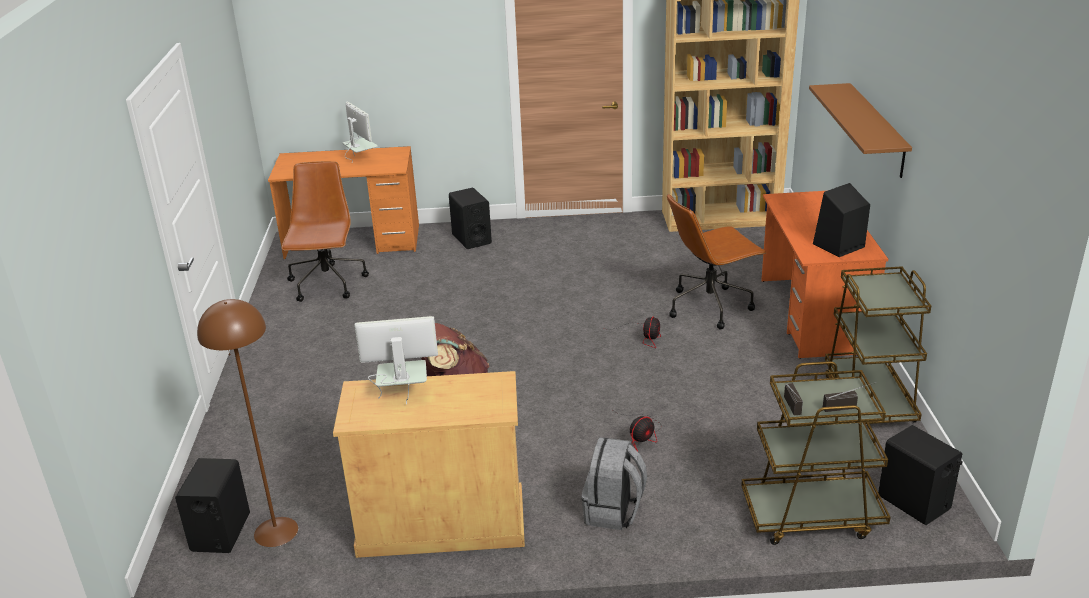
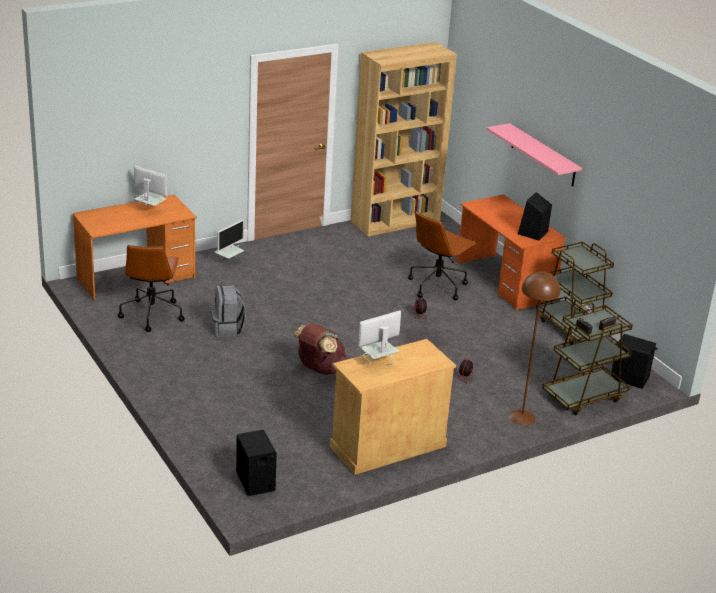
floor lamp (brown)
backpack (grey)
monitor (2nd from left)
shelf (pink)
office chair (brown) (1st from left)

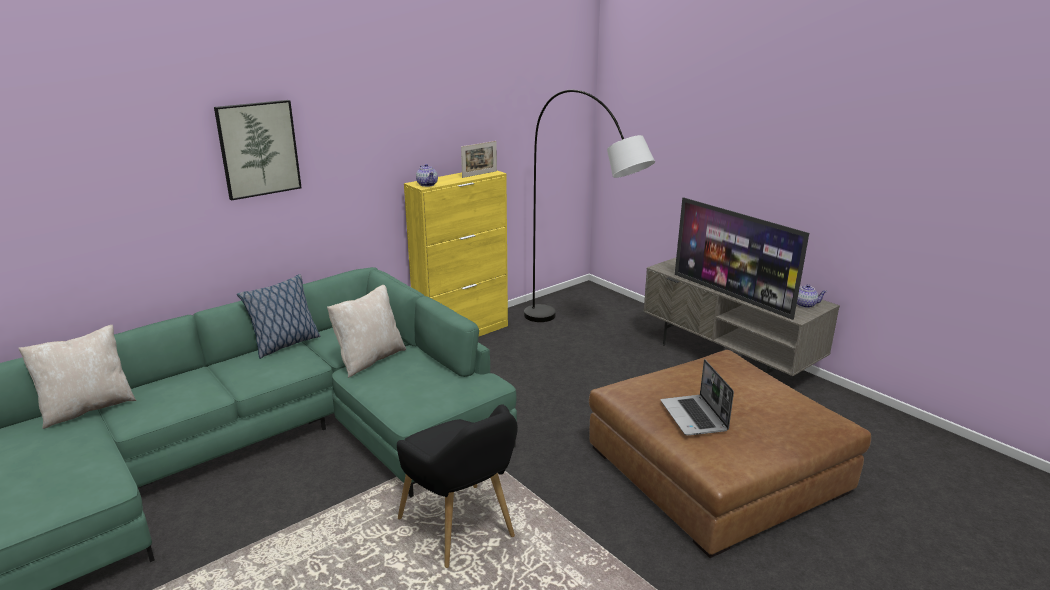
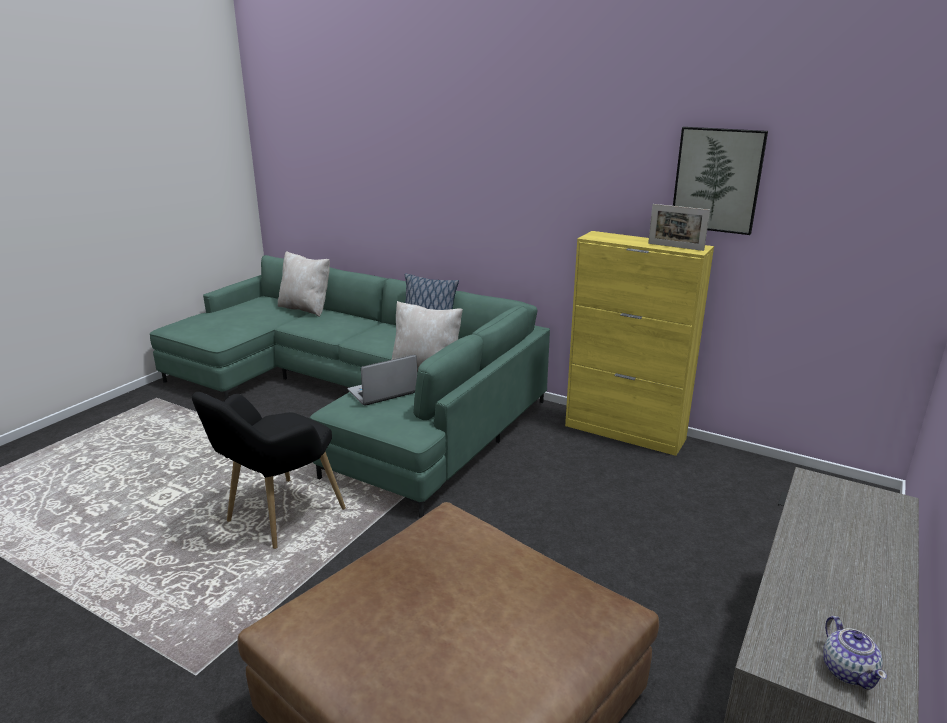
teapot (1st from left in the first image)
floor lamp (grey)
television
picture
laptop

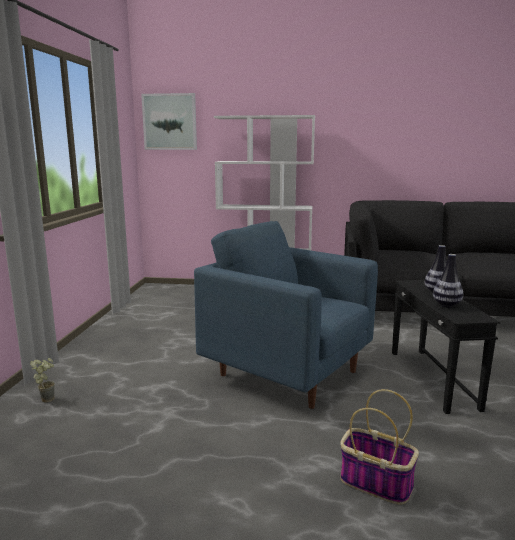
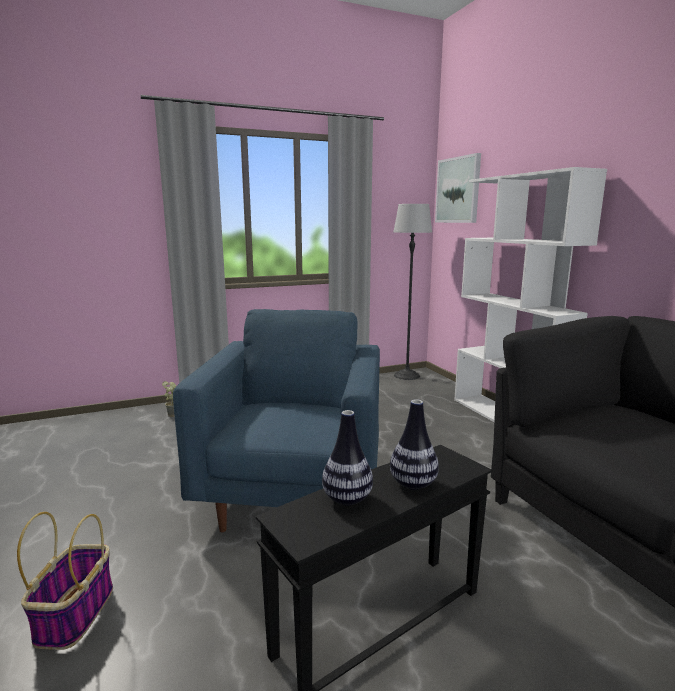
floor lamp

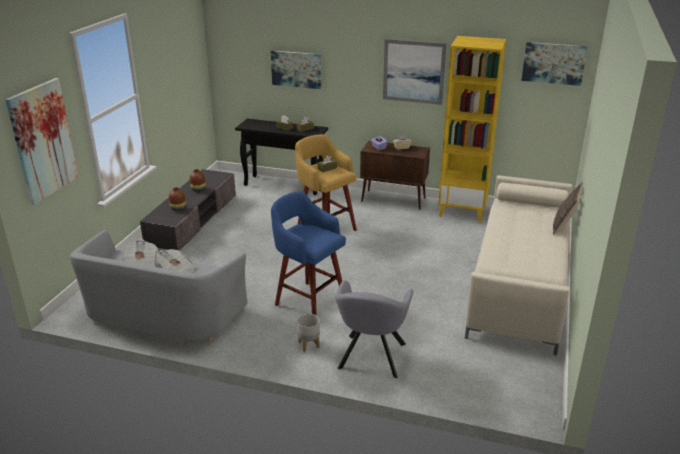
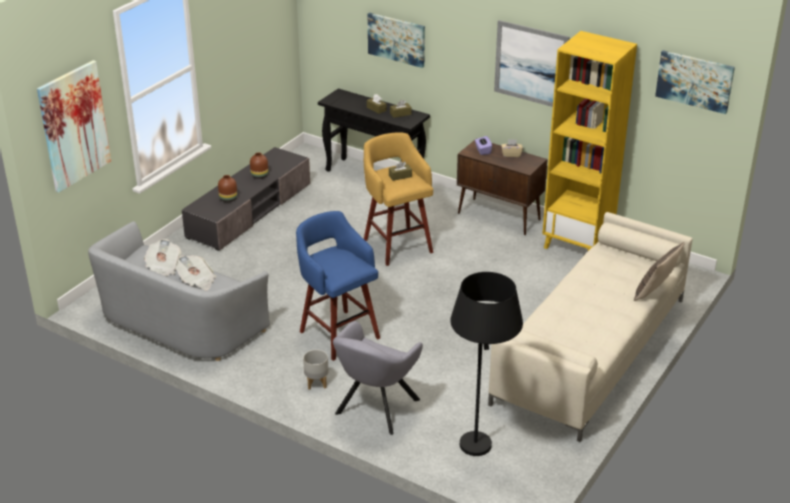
floor lamp (black)

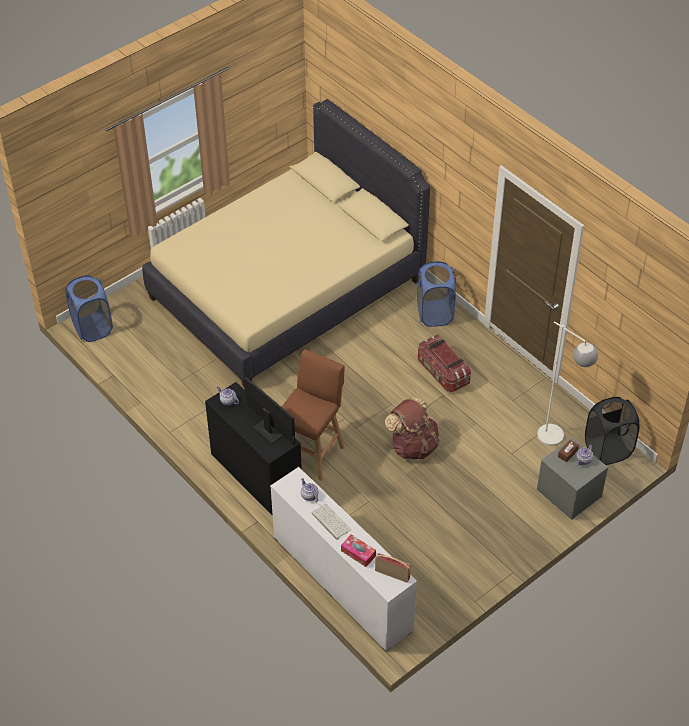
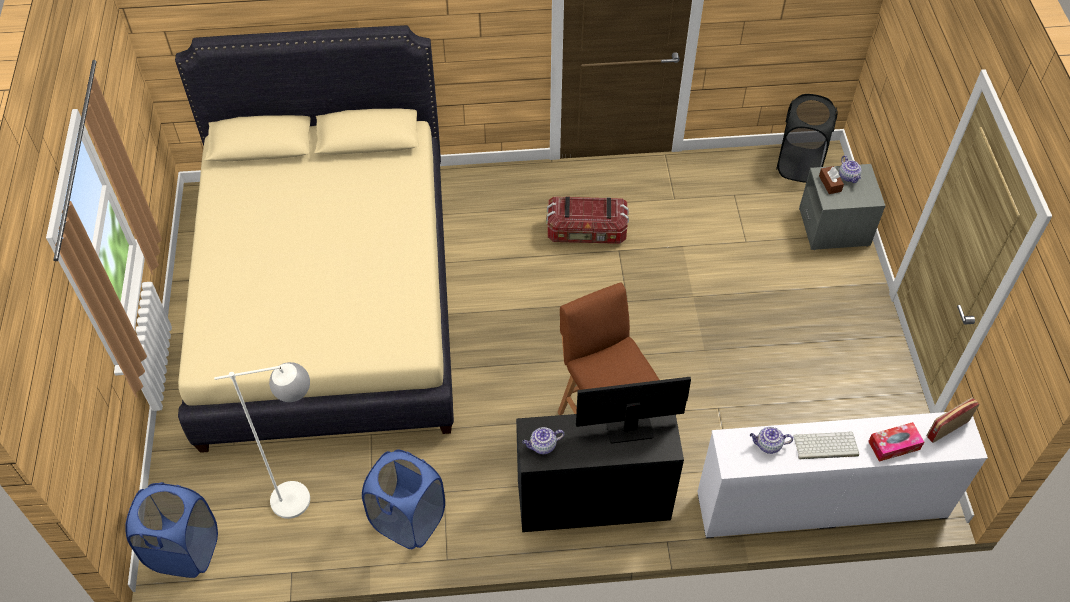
backpack (brown)
laundry basket (blue) (2nd from left)
floor lamp (white)

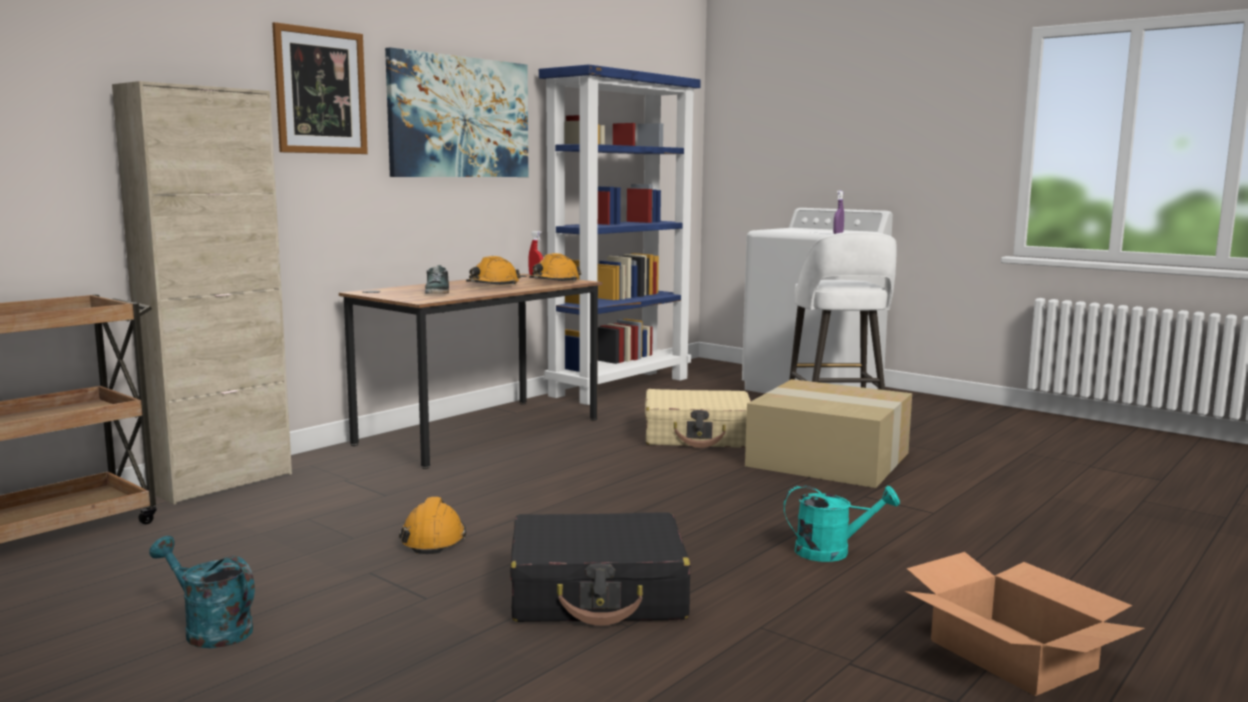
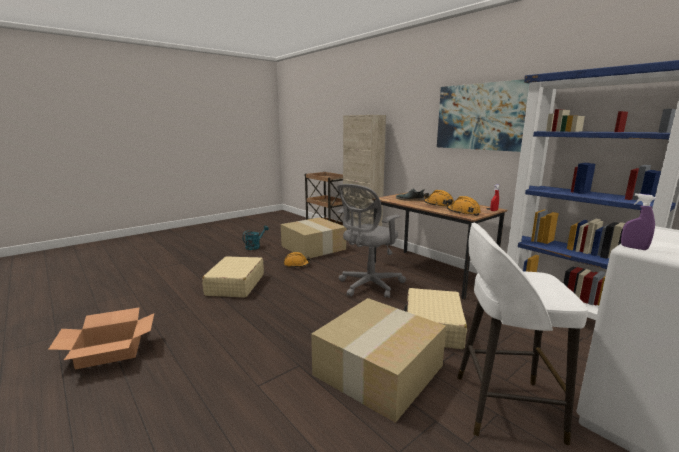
picture (1st from left in the first image)
watering can (turquoise) (2nd from left in the first image)
cardboard box (2nd from left)
office chair (grey)
suitcase (beige) (1st from left)

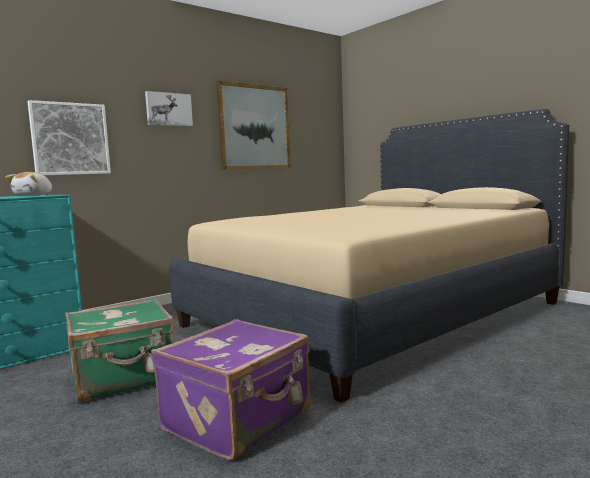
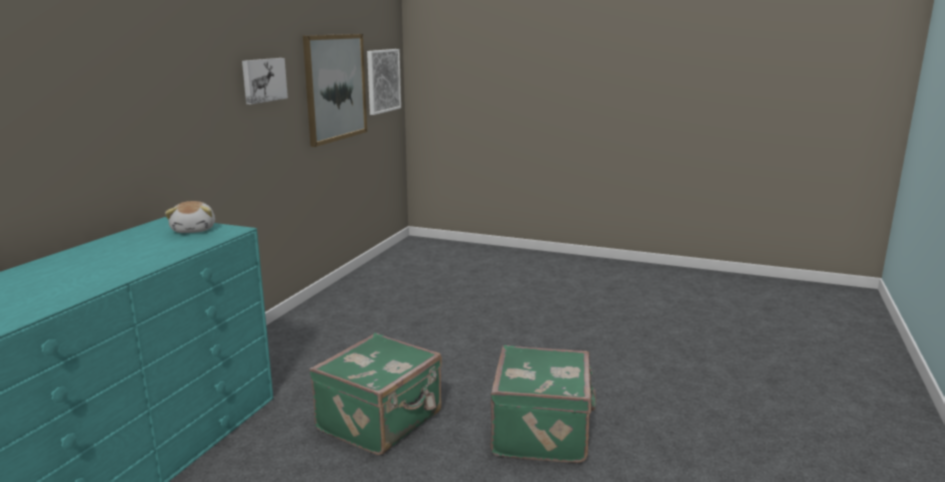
bed (beige)
picture (3rd from left)
suitcase (green) (2nd from left)

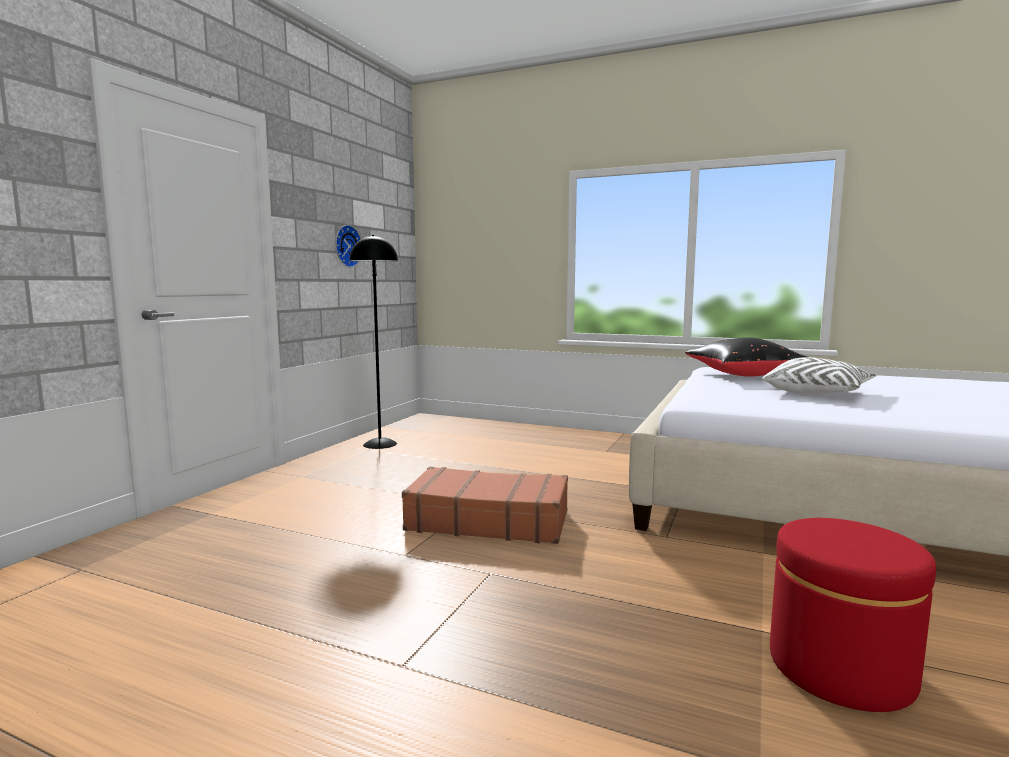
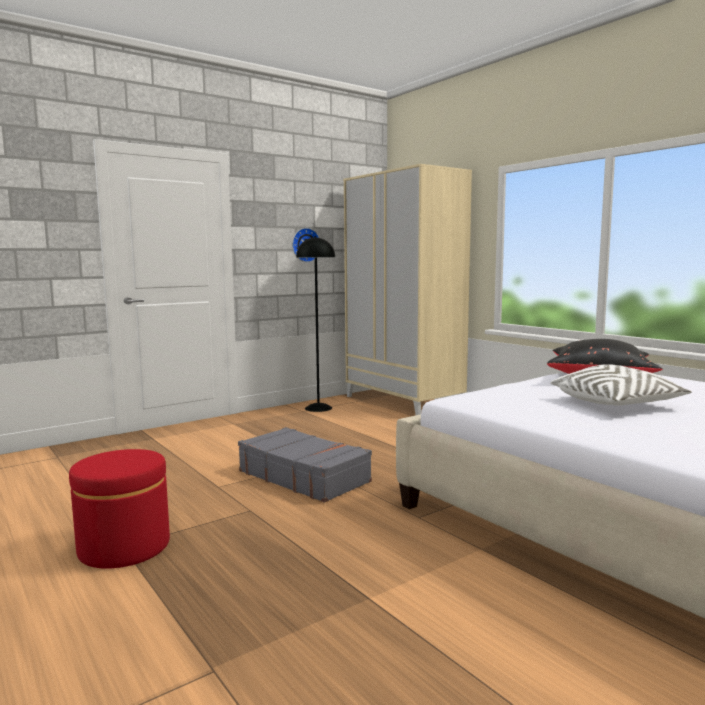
wardrobe (beige)
ottoman (red)
suitcase (grey)

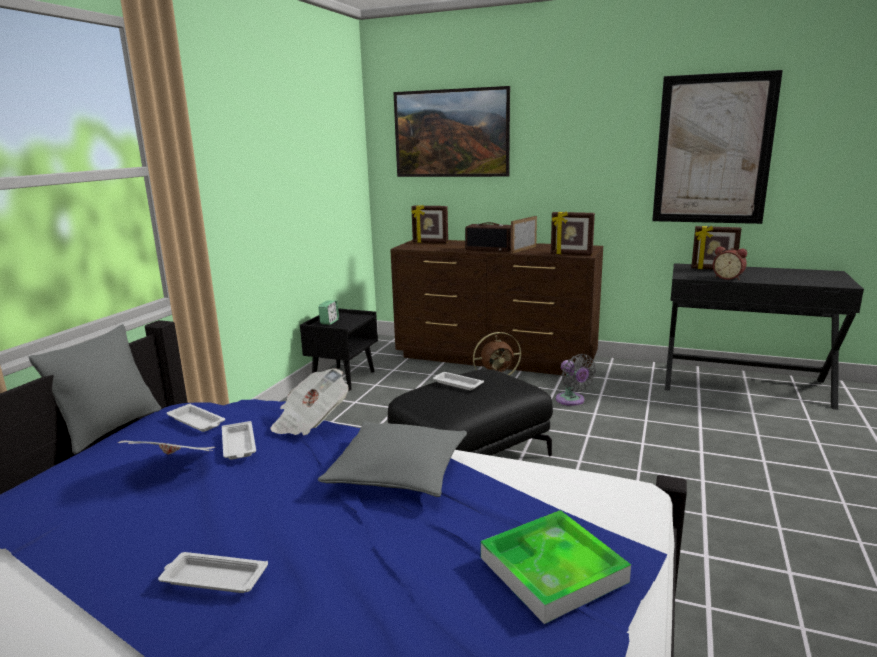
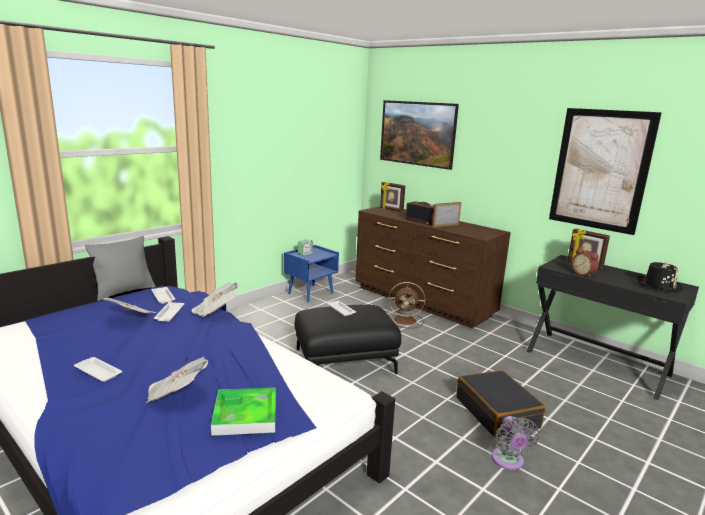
pillow (grey) (2nd from left in the first image)
picture frame (3rd from left in the first image)
newspaper (2nd from left)
suitcase (black)
hat (black)
fan (grey)
nightstand (blue)

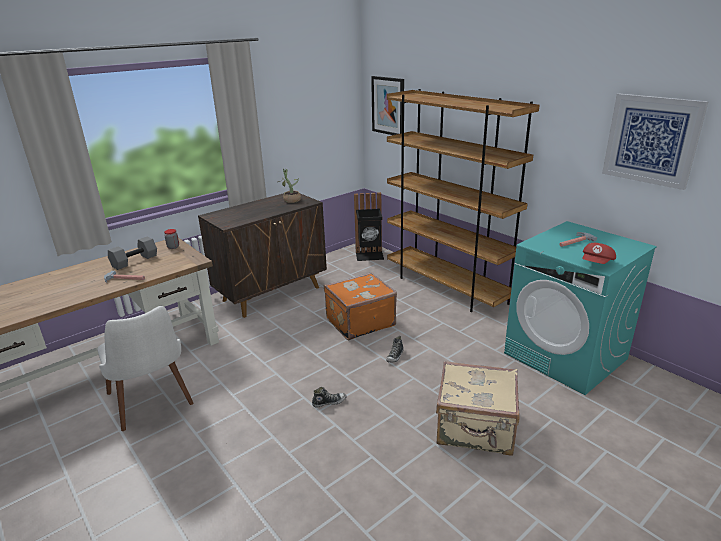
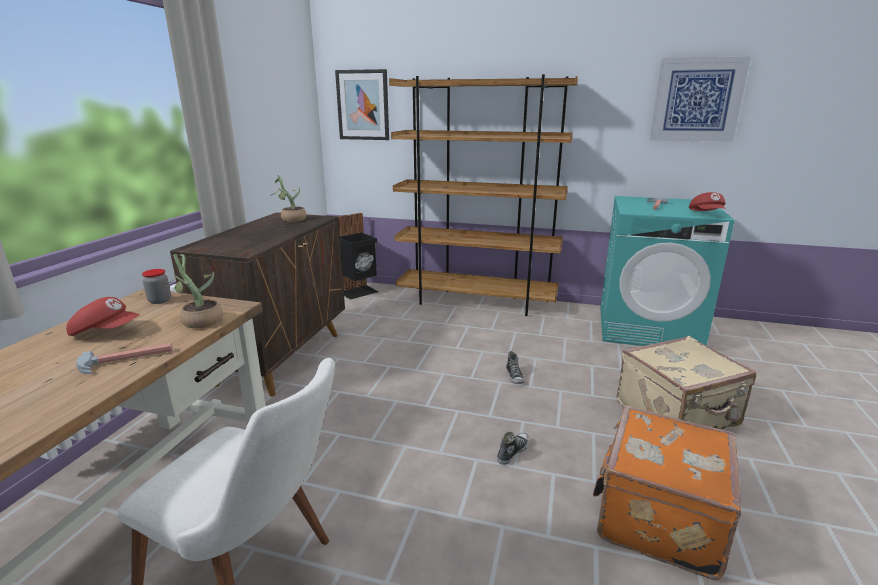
potted plant (1st from left)
suitcase (orange)
cap (red) (1st from left)

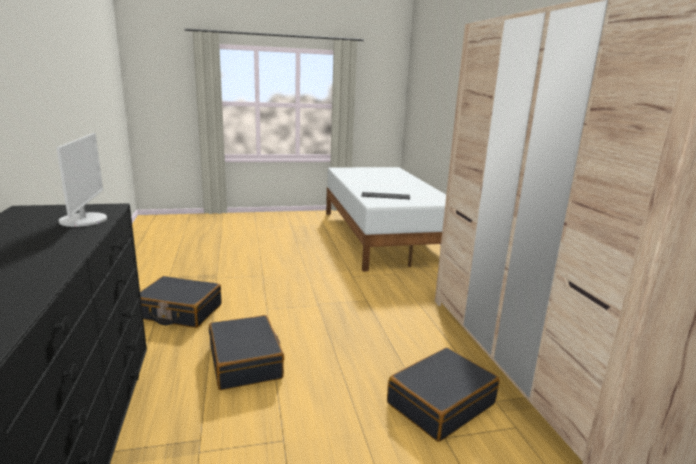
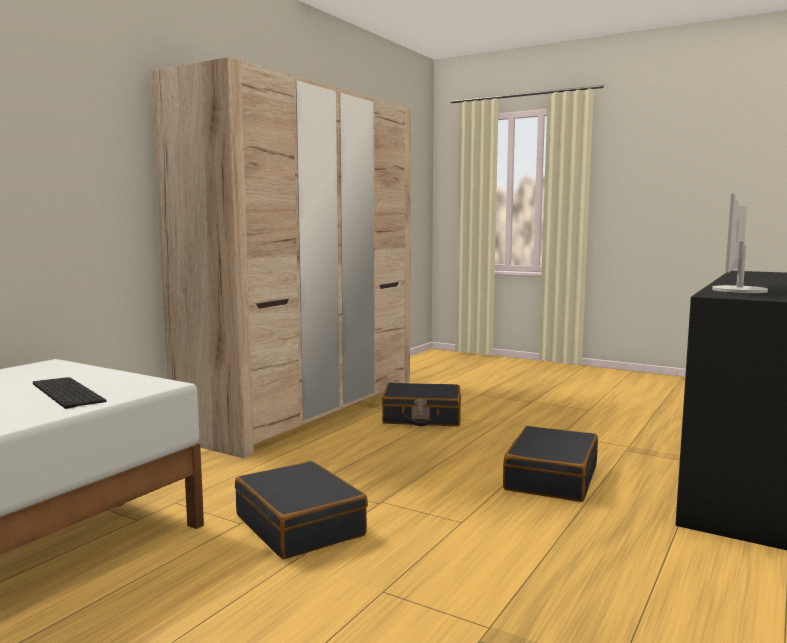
suitcase (black) (1st from left)

